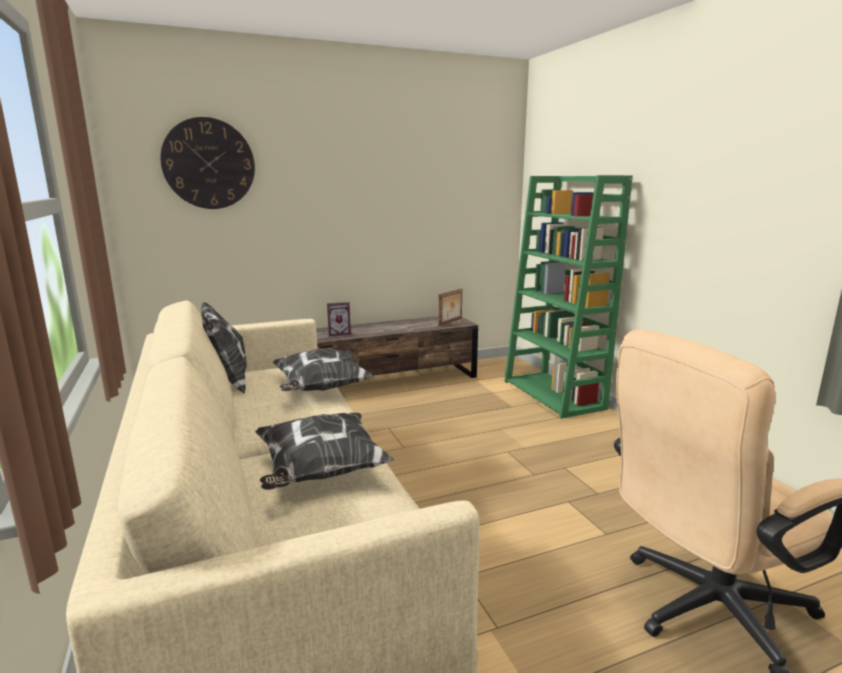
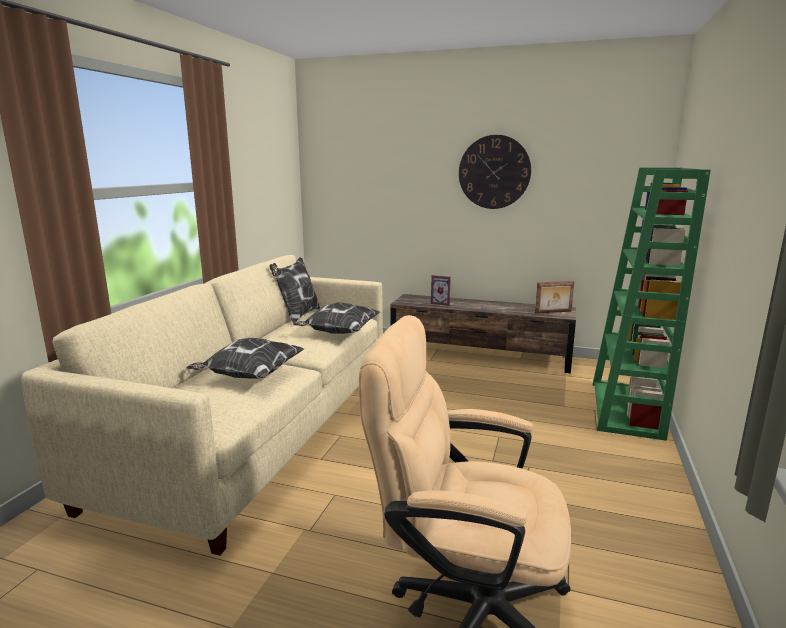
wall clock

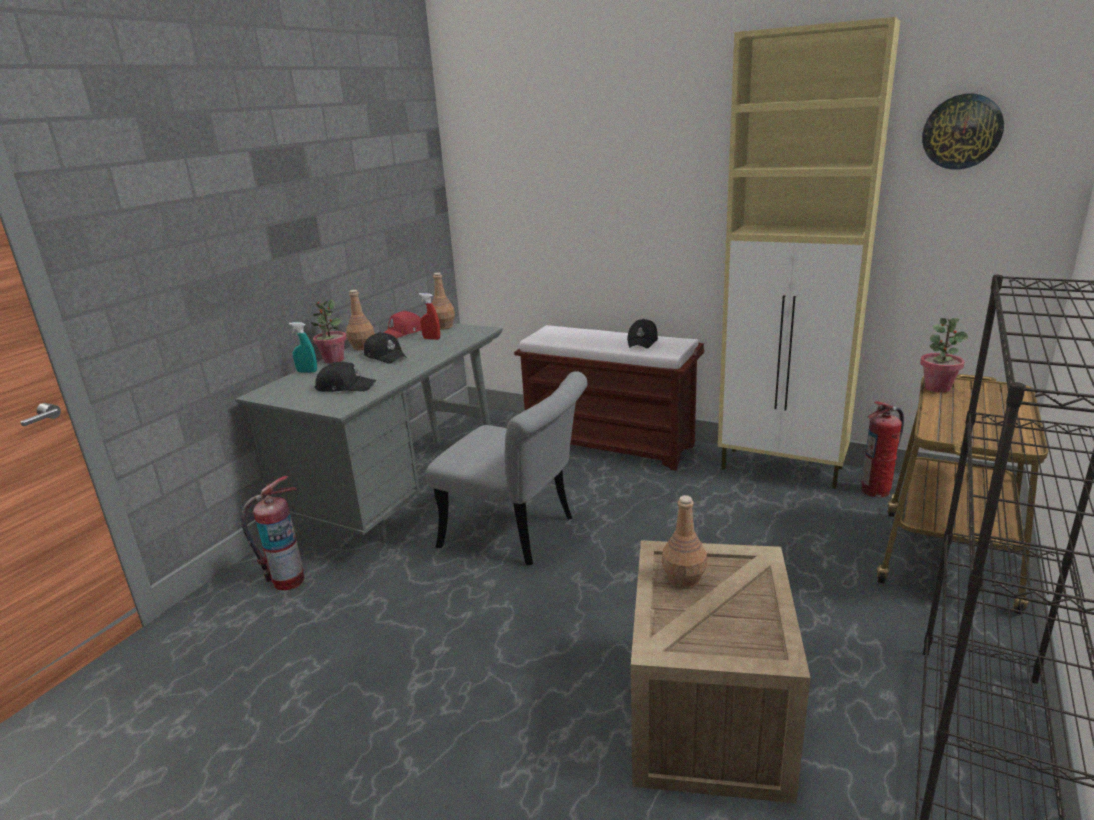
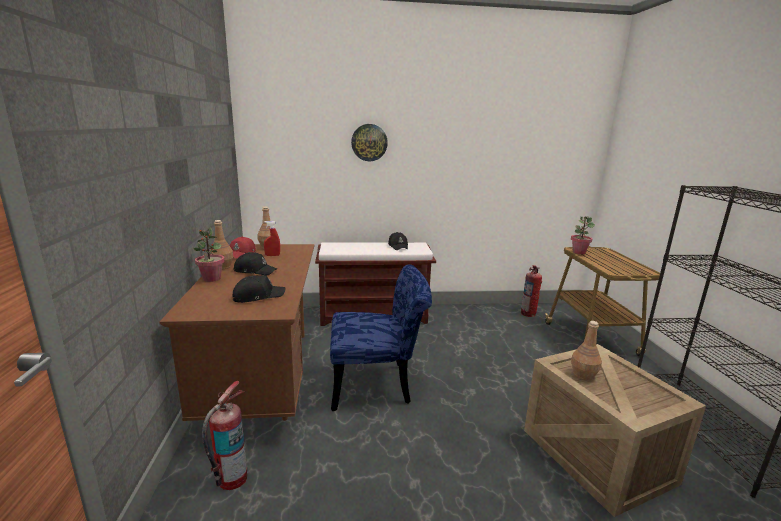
spray bottle (turquoise)
cabinet (beige)
wall clock
desk (brown)
chair (blue)

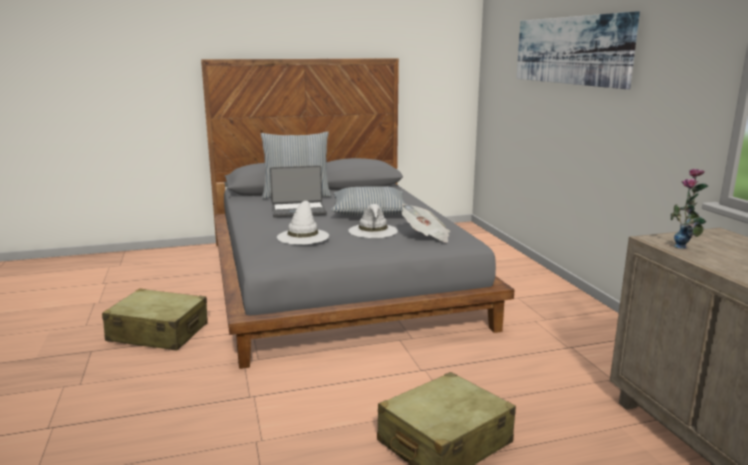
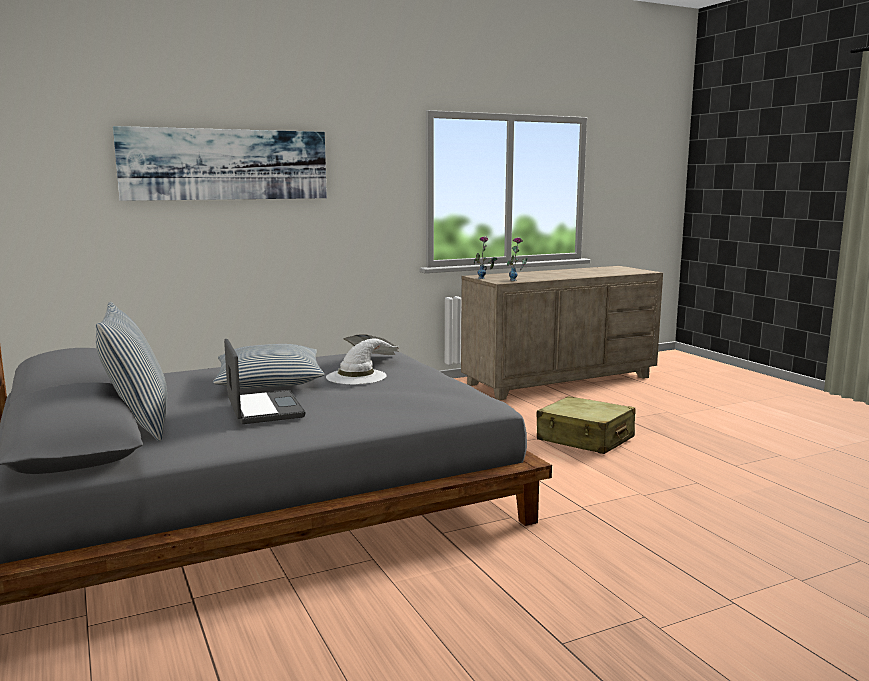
suitcase (beige) (1st from left in the first image)
hat (white) (1st from left in the first image)

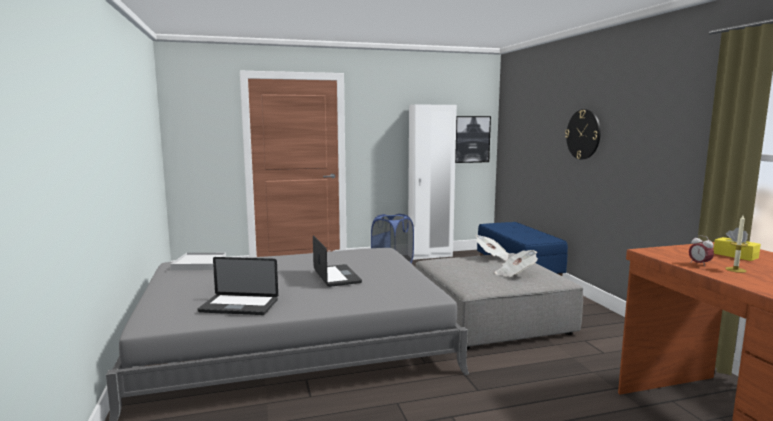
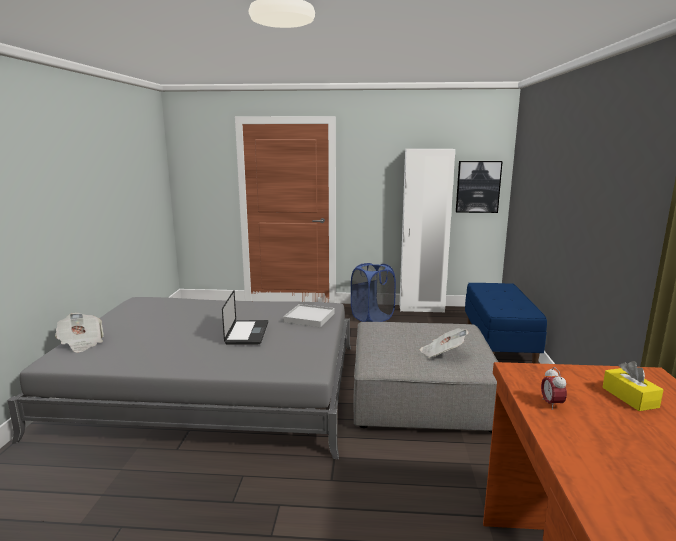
laptop (1st from left in the first image)
wall clock
candle
tray (white)
newspaper (1st from left)

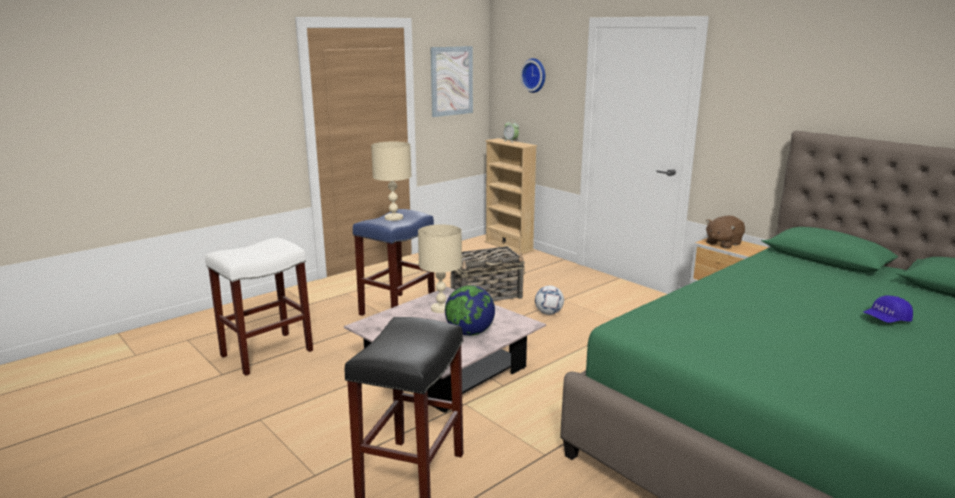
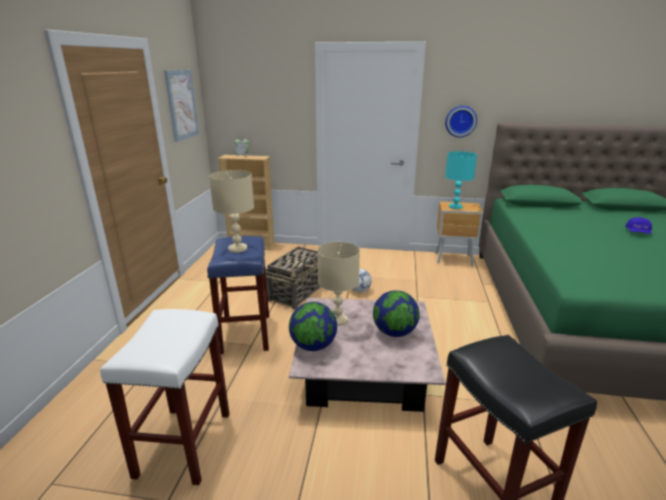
globe (1st from left)
wall clock
table lamp (turquoise)

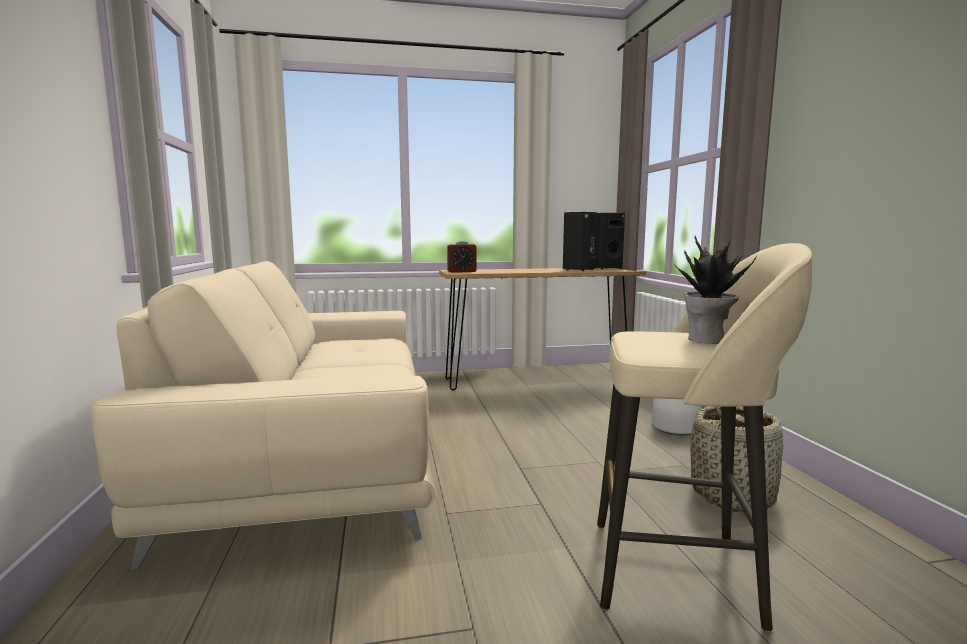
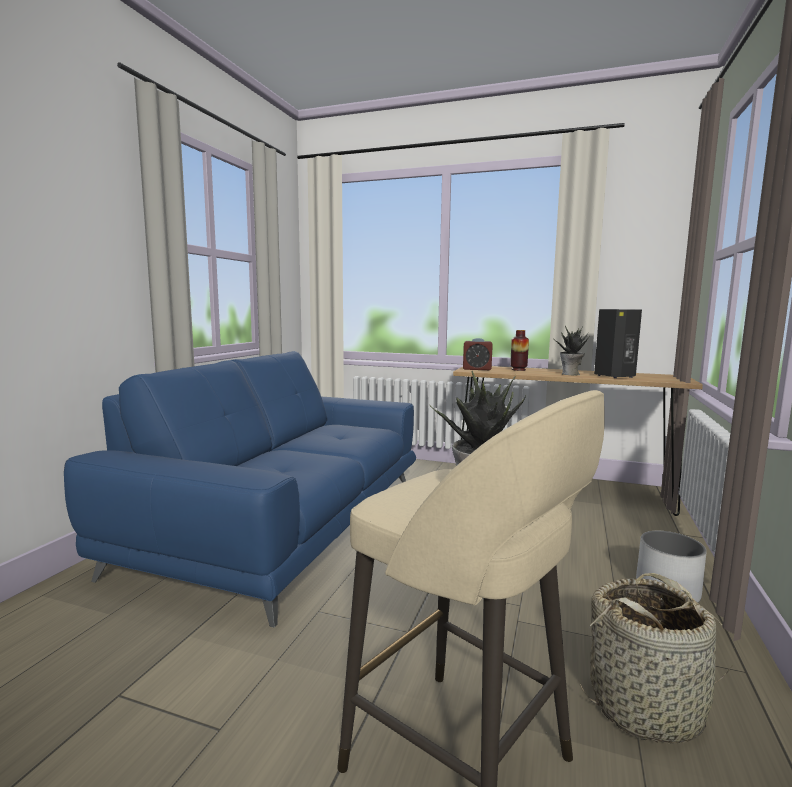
speaker (black) (2nd from left in the first image)
vase
potted plant (2nd from left)
sofa (blue)

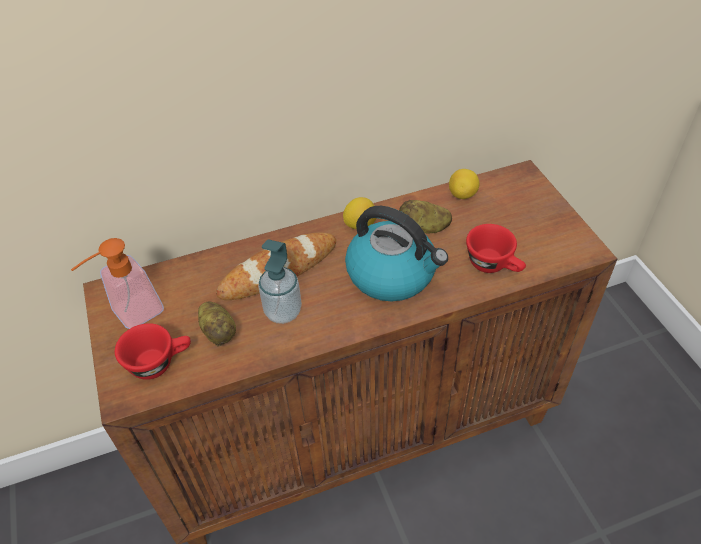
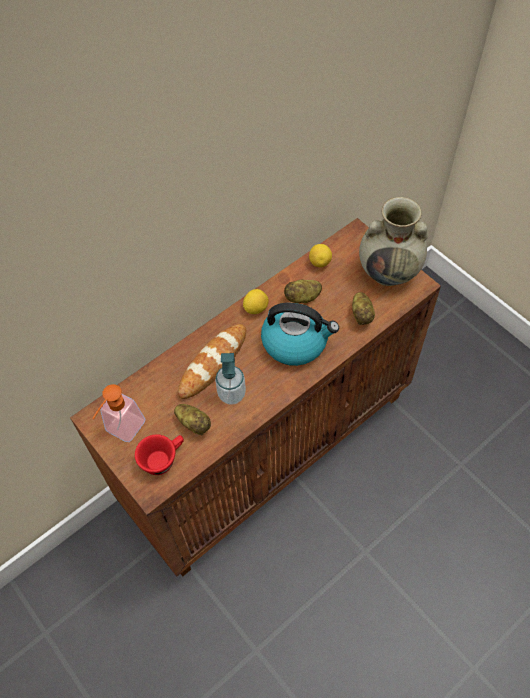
vase (beige)
potato (3rd from left)

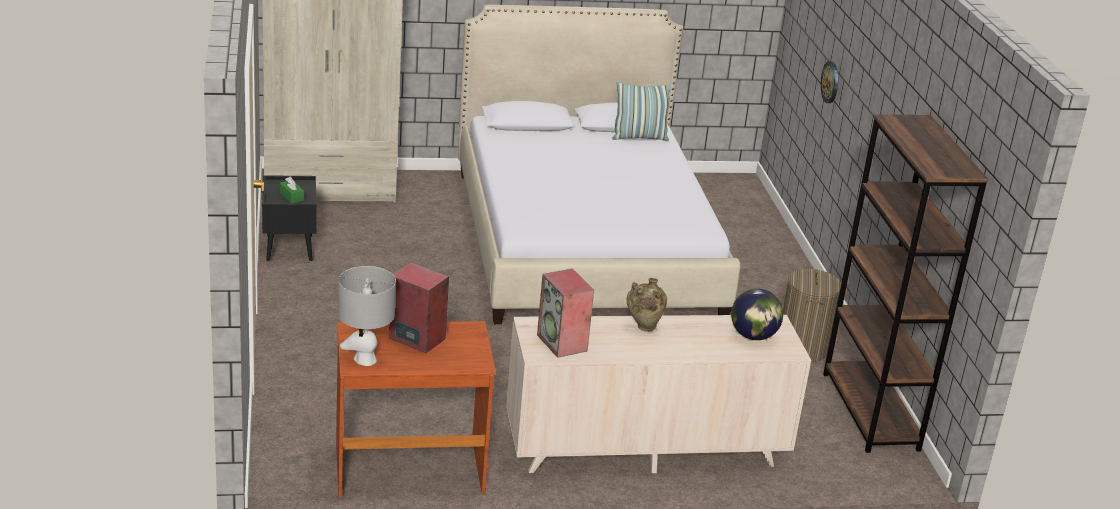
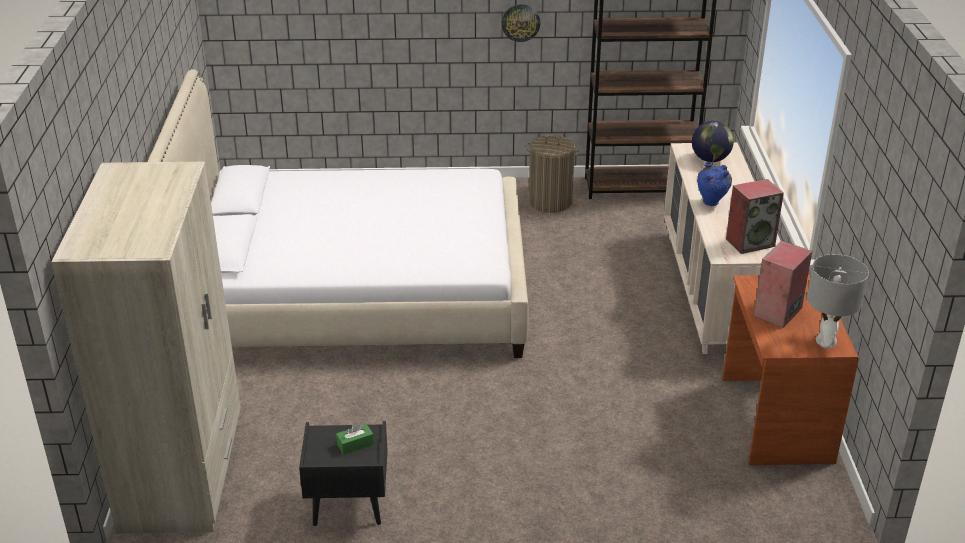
pillow
wall clock
vase (blue)

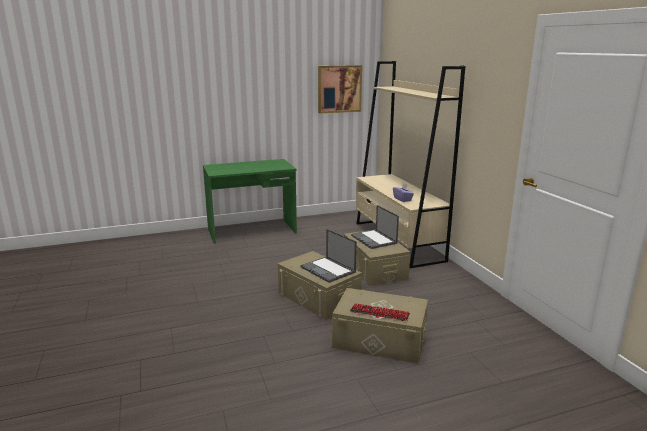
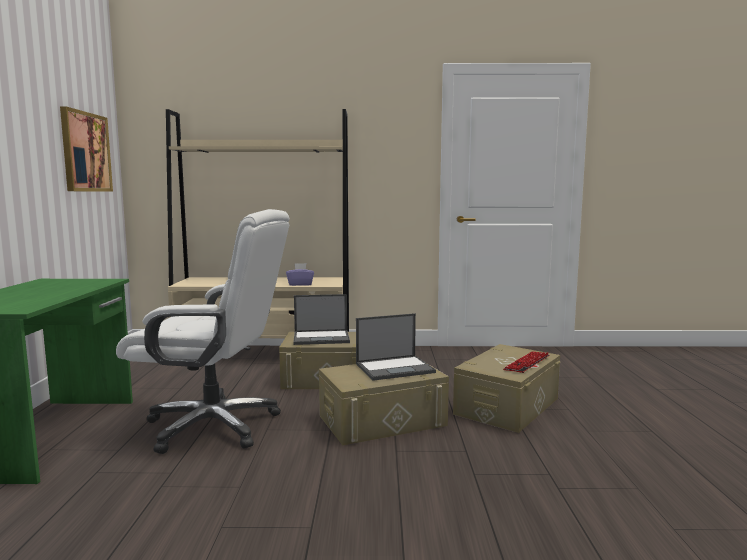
office chair (white)

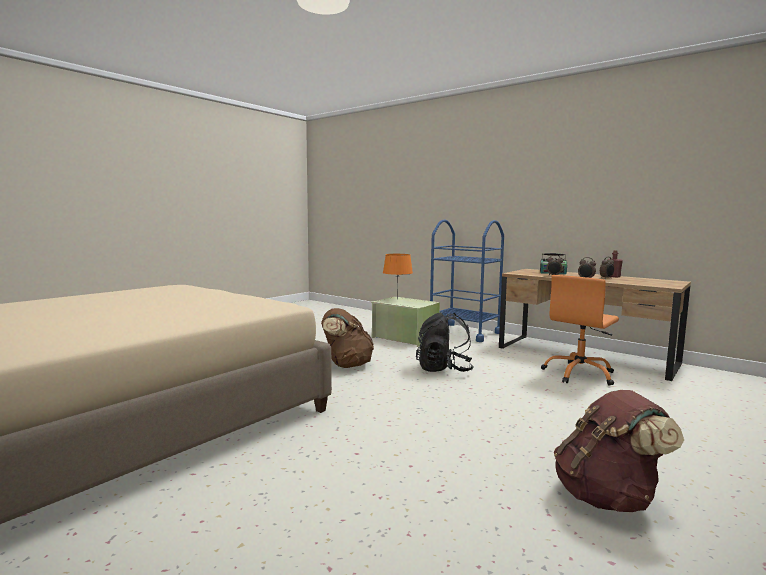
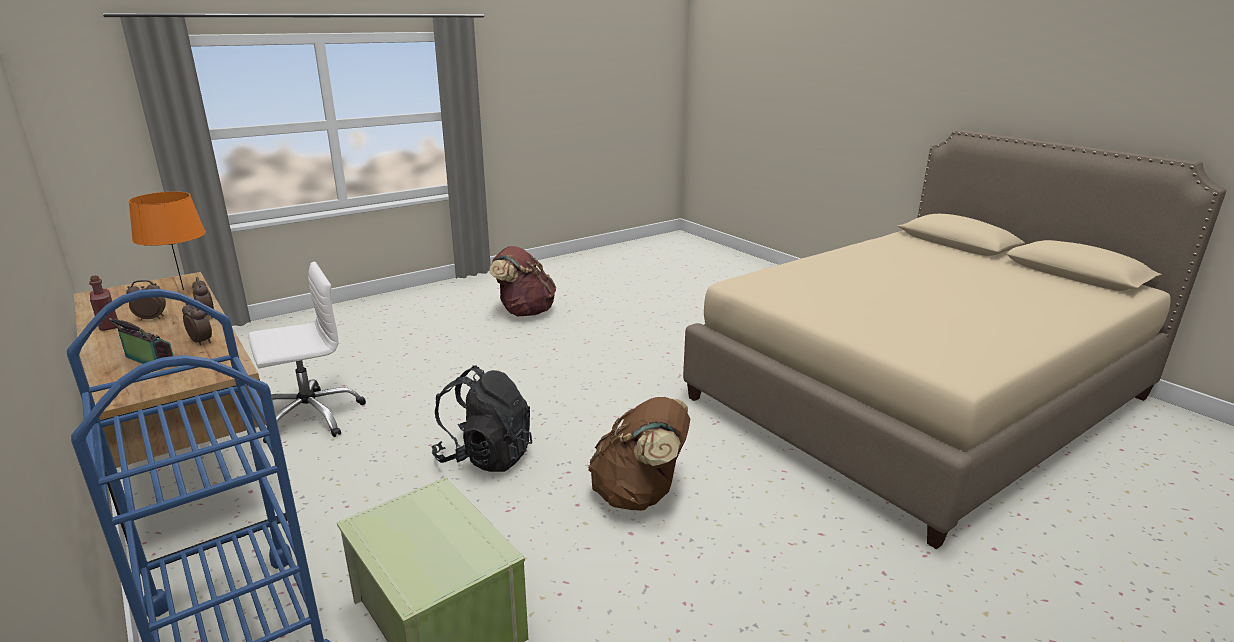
table lamp (orange)
office chair (white)

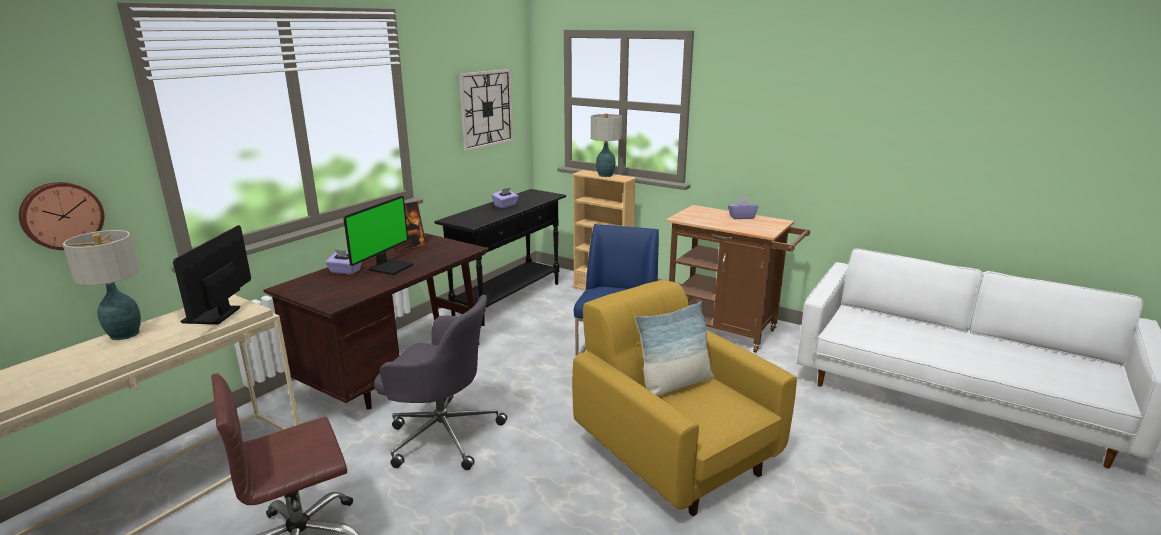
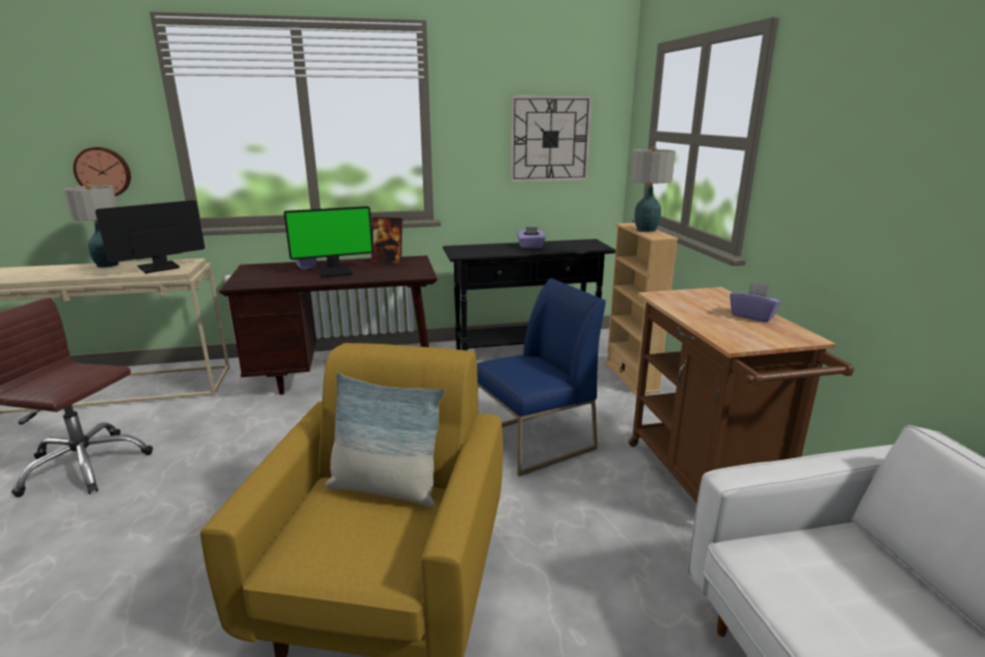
office chair (grey)

